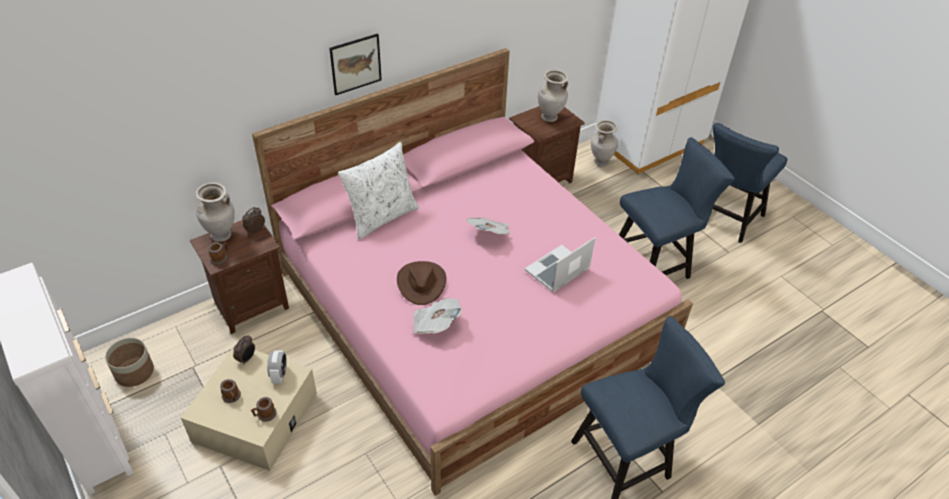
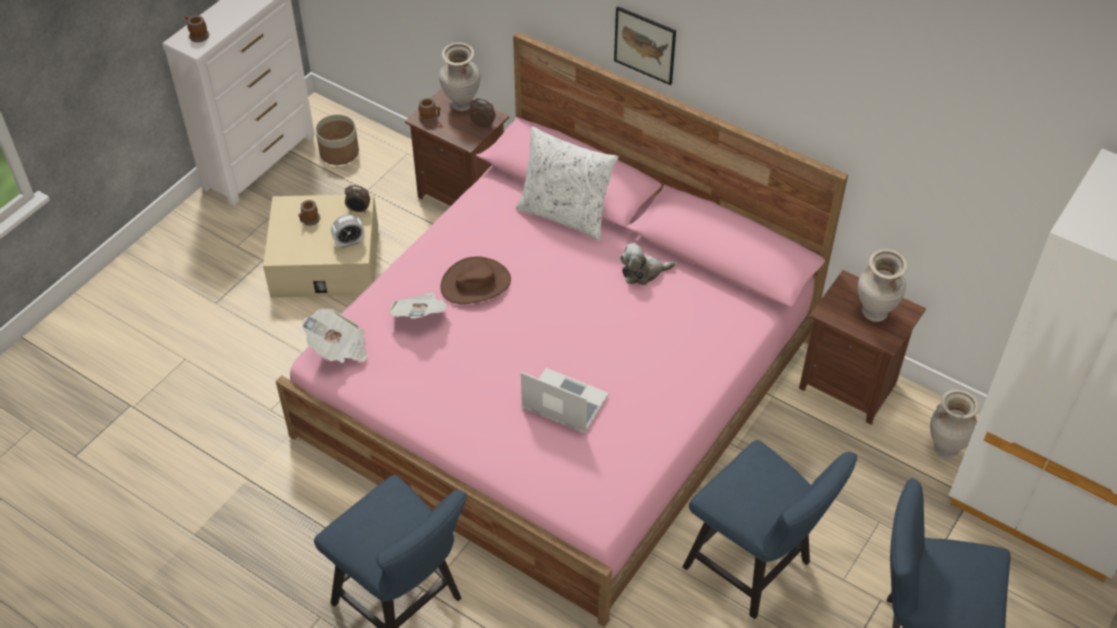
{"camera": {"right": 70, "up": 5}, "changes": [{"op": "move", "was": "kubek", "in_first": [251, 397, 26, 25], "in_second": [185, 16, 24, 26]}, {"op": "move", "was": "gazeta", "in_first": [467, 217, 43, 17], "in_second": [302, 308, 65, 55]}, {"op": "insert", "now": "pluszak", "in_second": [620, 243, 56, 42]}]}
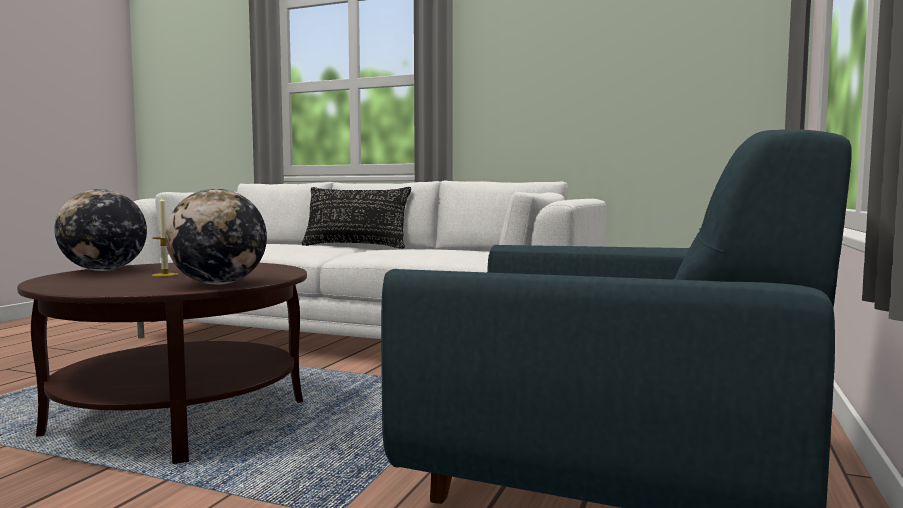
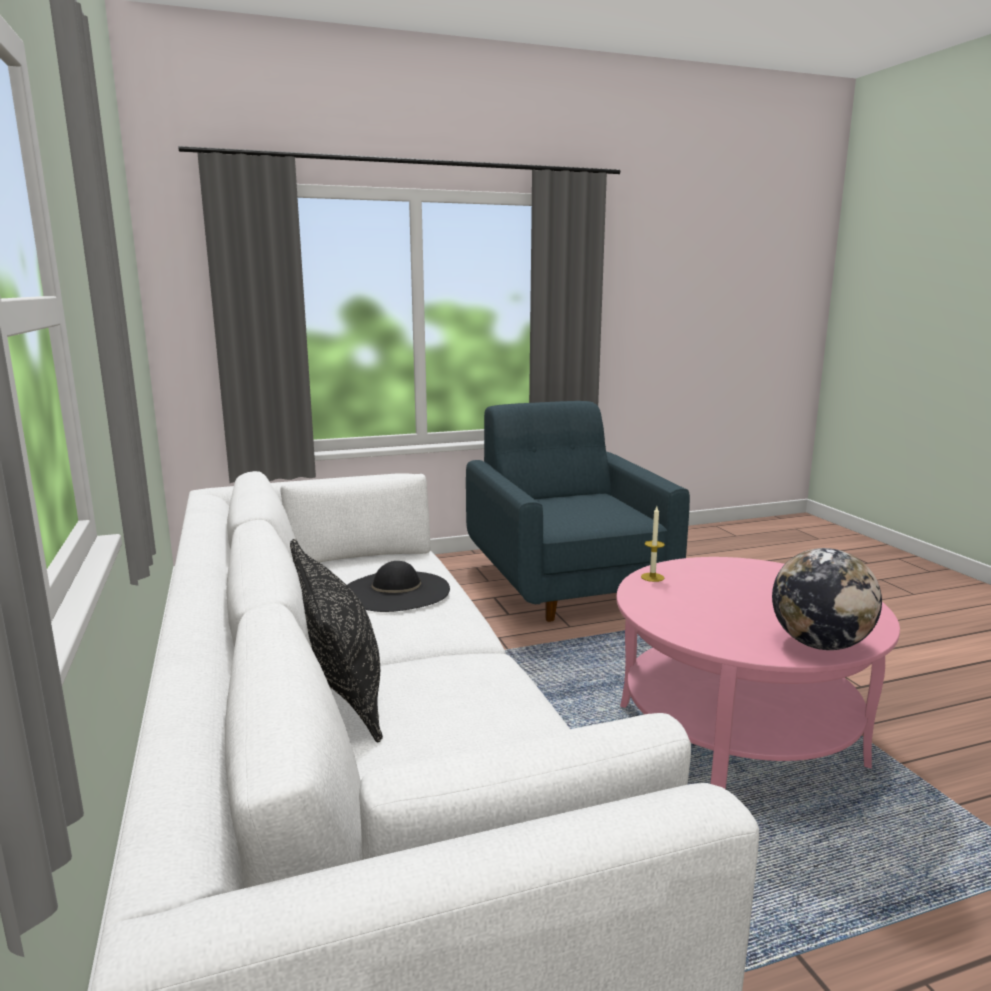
{"camera": {"right": -130, "up": 10}, "changes": [{"op": "recolor", "was": "ława (brązowy)", "now": "ława (różowy)", "in_first": [17, 263, 290, 201], "in_second": [616, 557, 284, 232]}, {"op": "move", "was": "świeca", "in_first": [152, 196, 27, 81], "in_second": [641, 506, 24, 76]}, {"op": "delete", "was": "globus", "in_first": [165, 189, 102, 96]}, {"op": "insert", "now": "kapelusz (czarny)", "in_second": [347, 561, 103, 51]}]}
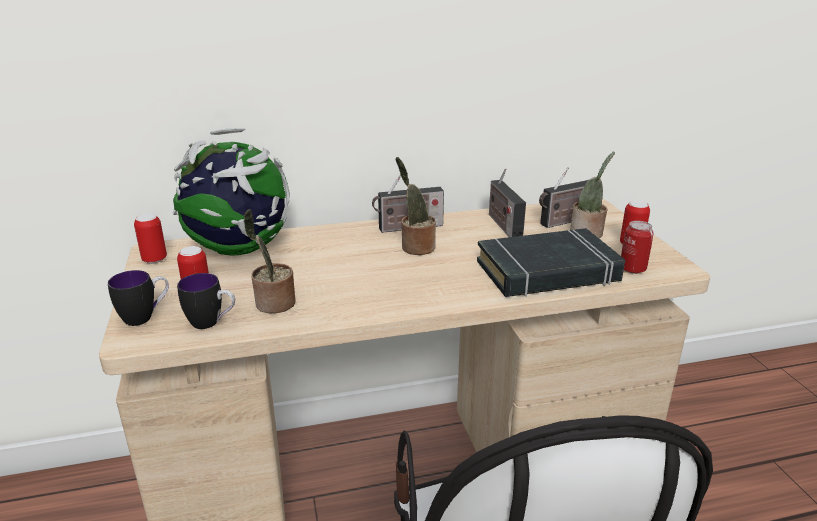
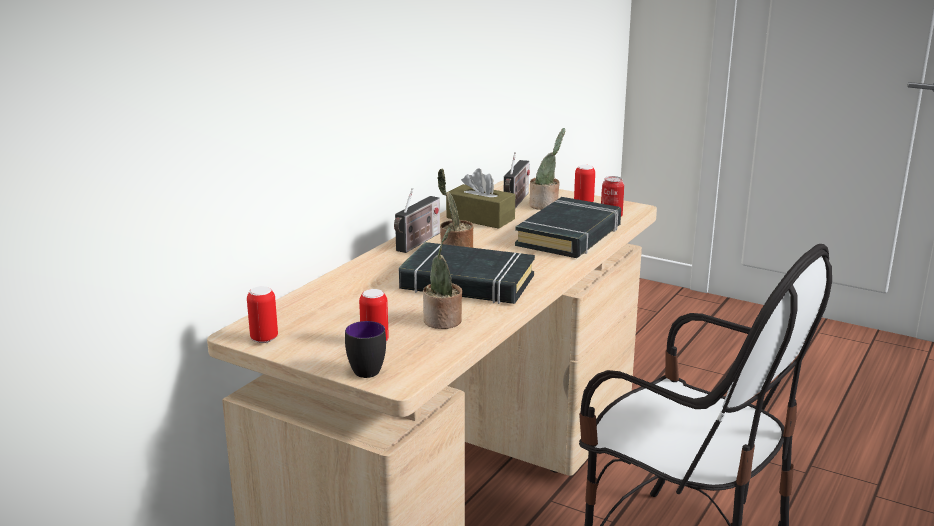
{"camera": {"right": -45, "up": -5}, "changes": [{"op": "delete", "was": "globus", "in_first": [172, 128, 118, 128]}, {"op": "delete", "was": "kubek", "in_first": [177, 273, 58, 56]}, {"op": "replace", "was": "radio", "now": "pudełko chusteczek (brązowy)", "in_first": [489, 168, 37, 69], "in_second": [446, 168, 69, 61]}, {"op": "insert", "now": "książka (czarny)", "in_second": [399, 242, 136, 62]}]}
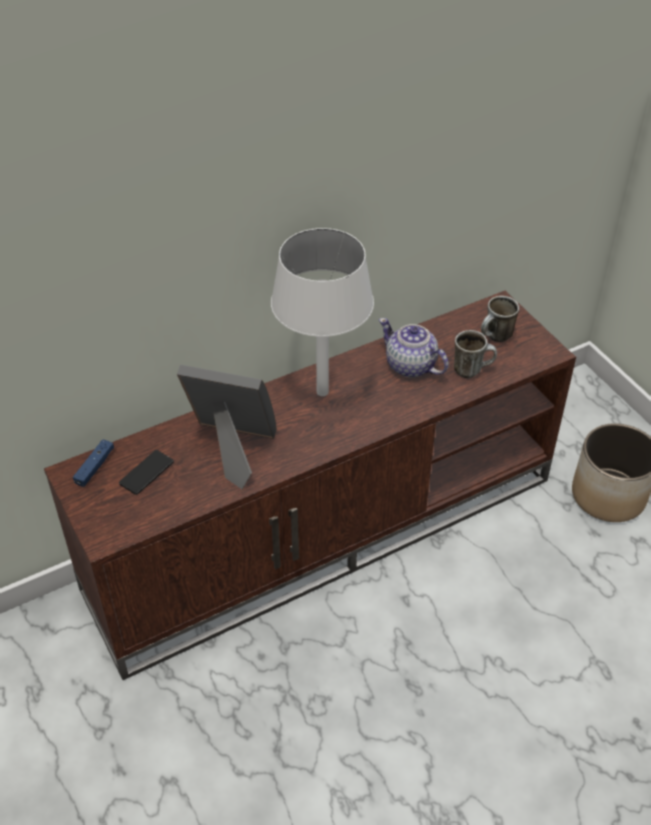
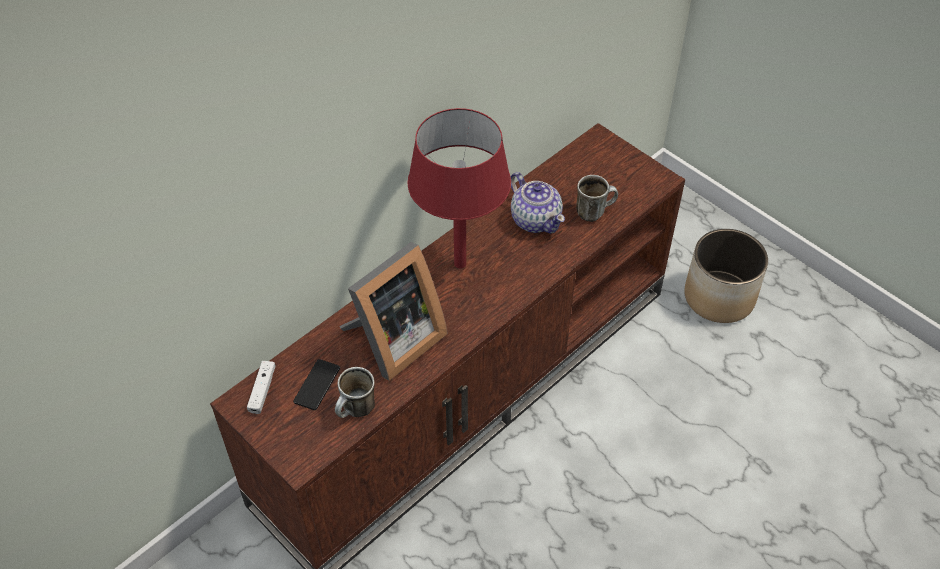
{"camera": {"right": -15, "up": 5}, "changes": [{"op": "recolor", "was": "pad do gier (niebieski)", "now": "pad do gier (biały)", "in_first": [73, 439, 41, 48], "in_second": [247, 361, 29, 53]}, {"op": "rotate", "was": "ramka na zdjęcie", "in_first": [177, 365, 100, 124], "in_second": [339, 242, 109, 139], "clockwise": 135}, {"op": "recolor", "was": "lampa stołowa (biały)", "now": "lampa stołowa (czerwony)", "in_first": [271, 228, 103, 168], "in_second": [407, 108, 104, 161]}, {"op": "rotate", "was": "imbryk", "in_first": [379, 318, 70, 59], "in_second": [511, 172, 54, 62], "clockwise": -150}, {"op": "move", "was": "kubek", "in_first": [481, 296, 38, 46], "in_second": [335, 367, 40, 51]}]}
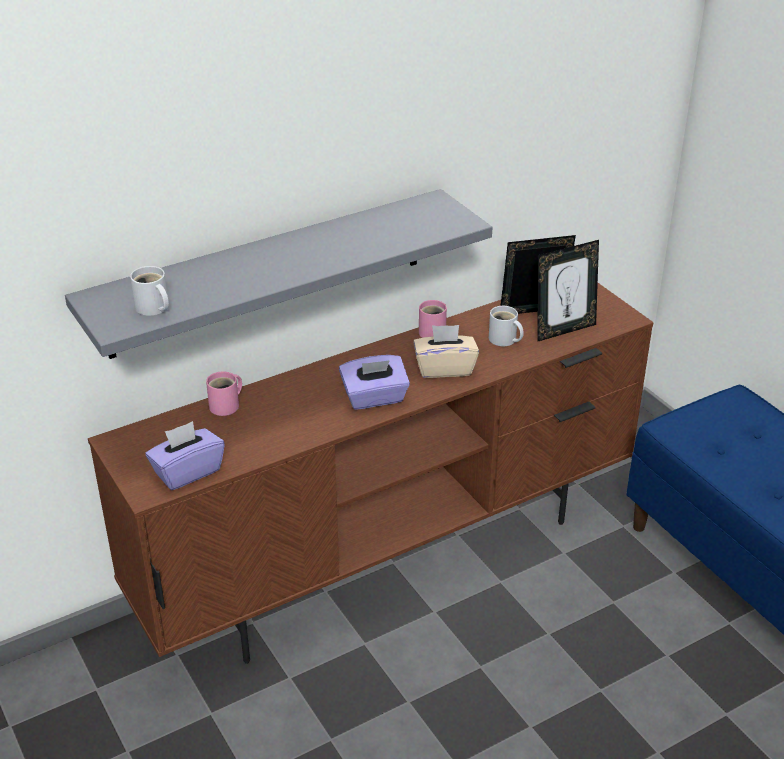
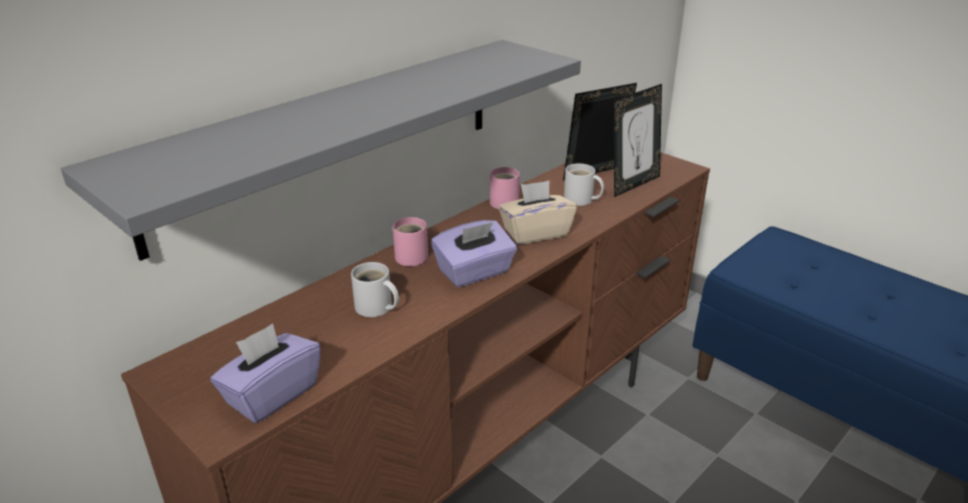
{"camera": {"right": -15, "up": -5}, "changes": [{"op": "move", "was": "kubek (biały)", "in_first": [130, 266, 39, 50], "in_second": [351, 262, 48, 55]}, {"op": "move", "was": "kubek (różowy)", "in_first": [206, 371, 36, 45], "in_second": [393, 217, 35, 49]}]}
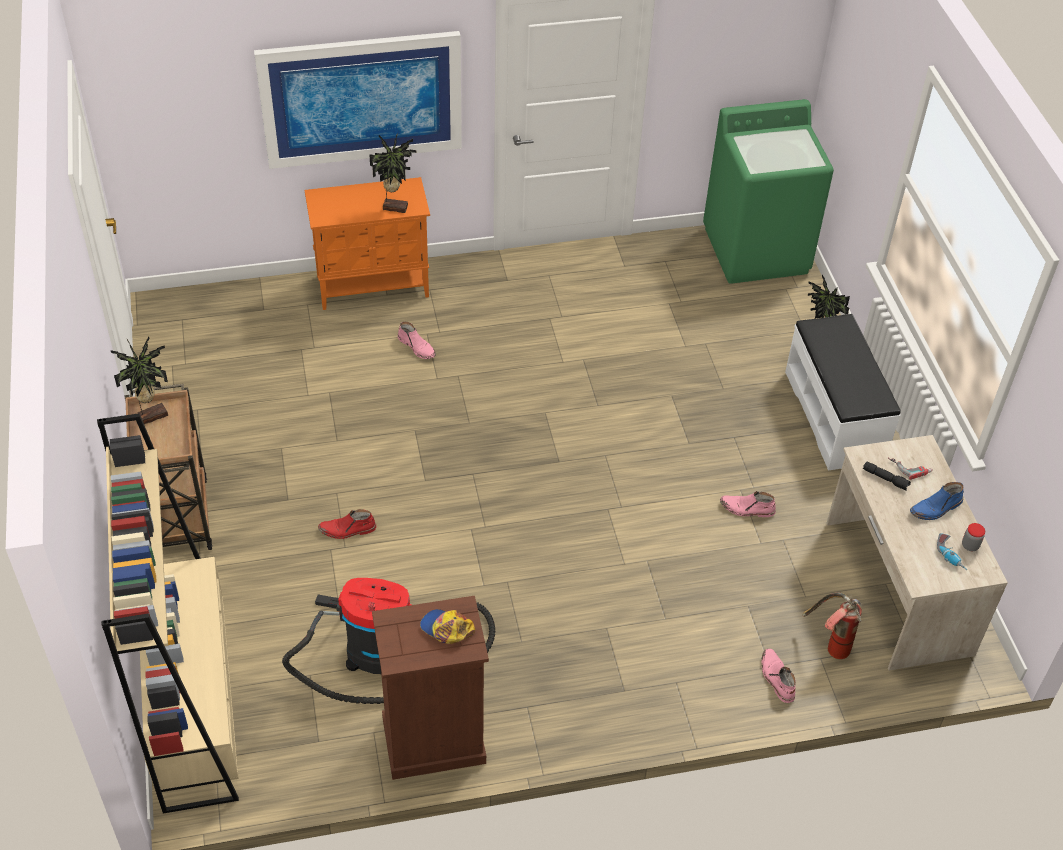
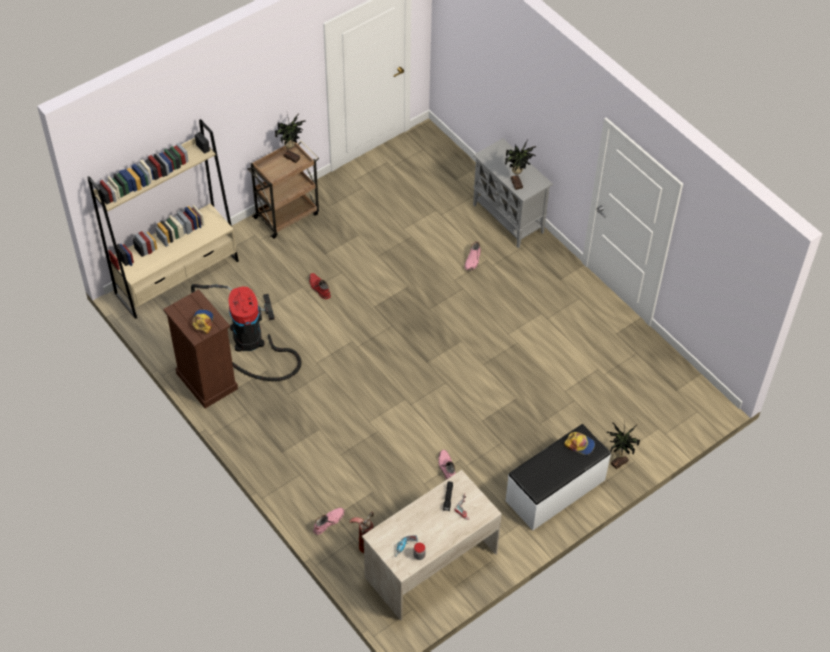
{"camera": {"right": 65, "up": 5}, "changes": [{"op": "delete", "was": "obraz", "in_first": [254, 31, 208, 138]}, {"op": "recolor", "was": "szafka (pomarańczowy)", "now": "szafka (szary)", "in_first": [305, 177, 125, 133], "in_second": [473, 138, 80, 110]}, {"op": "delete", "was": "pralka (zielony)", "in_first": [703, 99, 131, 185]}, {"op": "delete", "was": "but z cholewką (niebieski)", "in_first": [910, 482, 54, 38]}, {"op": "insert", "now": "czapka z daszkiem", "in_second": [564, 432, 31, 23]}]}
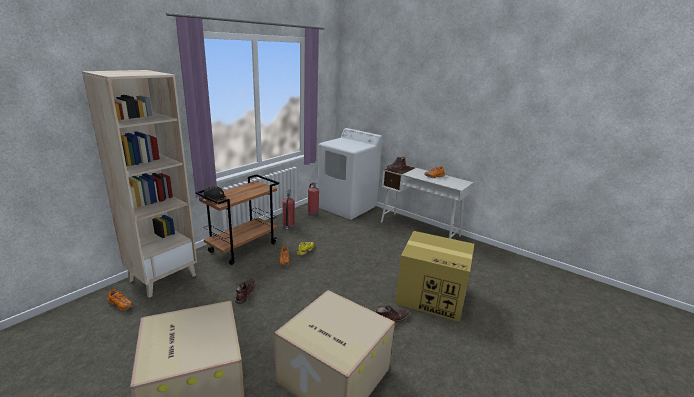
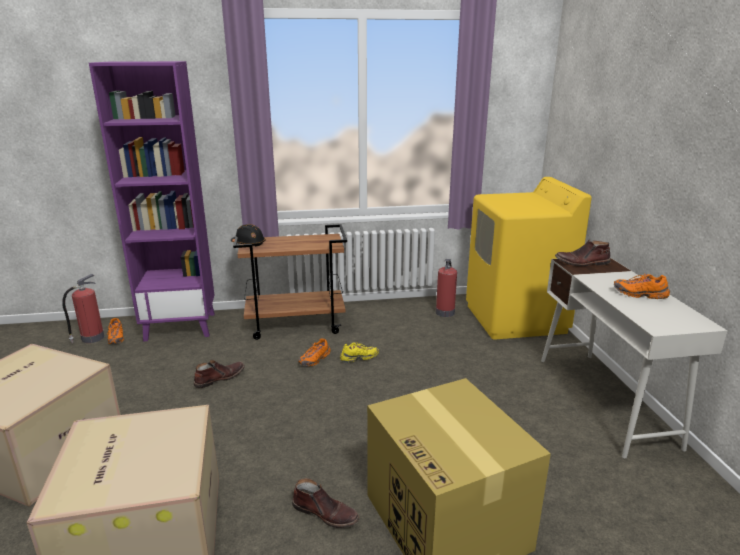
{"camera": {"right": 45, "up": 0}, "changes": [{"op": "recolor", "was": "regał (beżowy)", "now": "regał (fioletowy)", "in_first": [82, 70, 115, 228], "in_second": [89, 61, 126, 281]}, {"op": "move", "was": "gaśnica", "in_first": [282, 189, 13, 42], "in_second": [62, 274, 43, 69]}, {"op": "recolor", "was": "pralka (biały)", "now": "pralka (żółty)", "in_first": [318, 128, 64, 92], "in_second": [466, 177, 126, 163]}]}
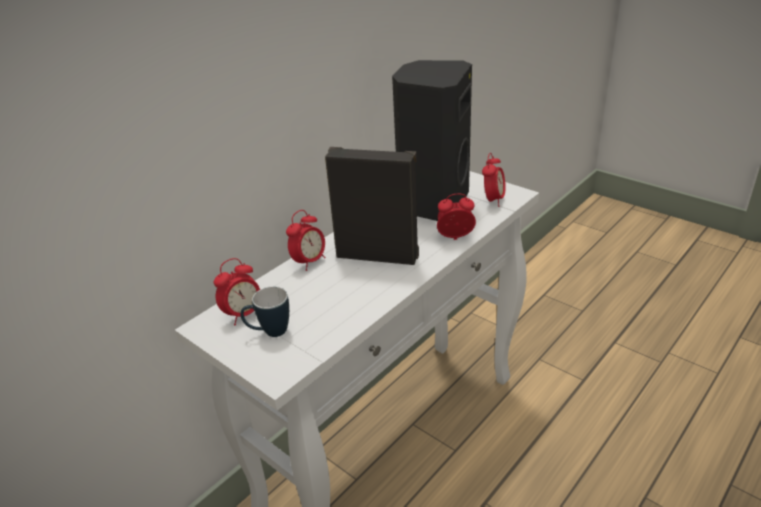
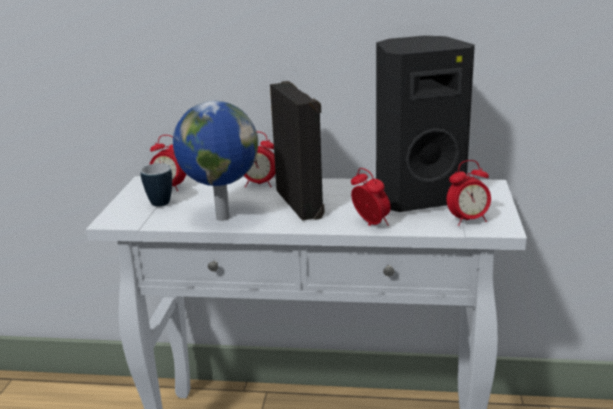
{"camera": {"right": 55, "up": -10}, "changes": [{"op": "insert", "now": "globus", "in_second": [173, 101, 85, 120]}]}
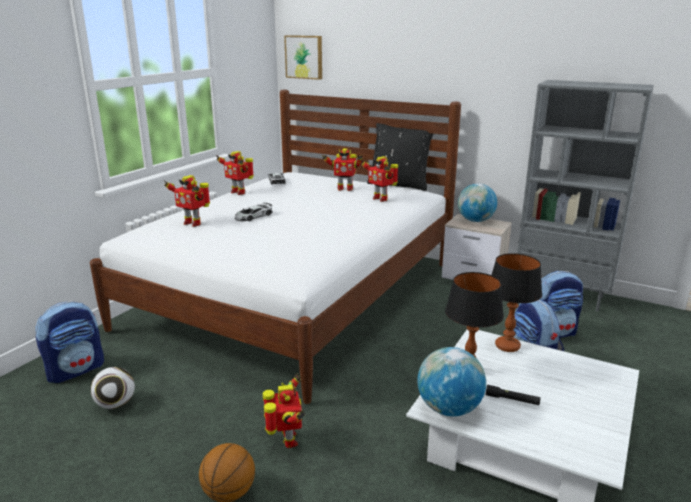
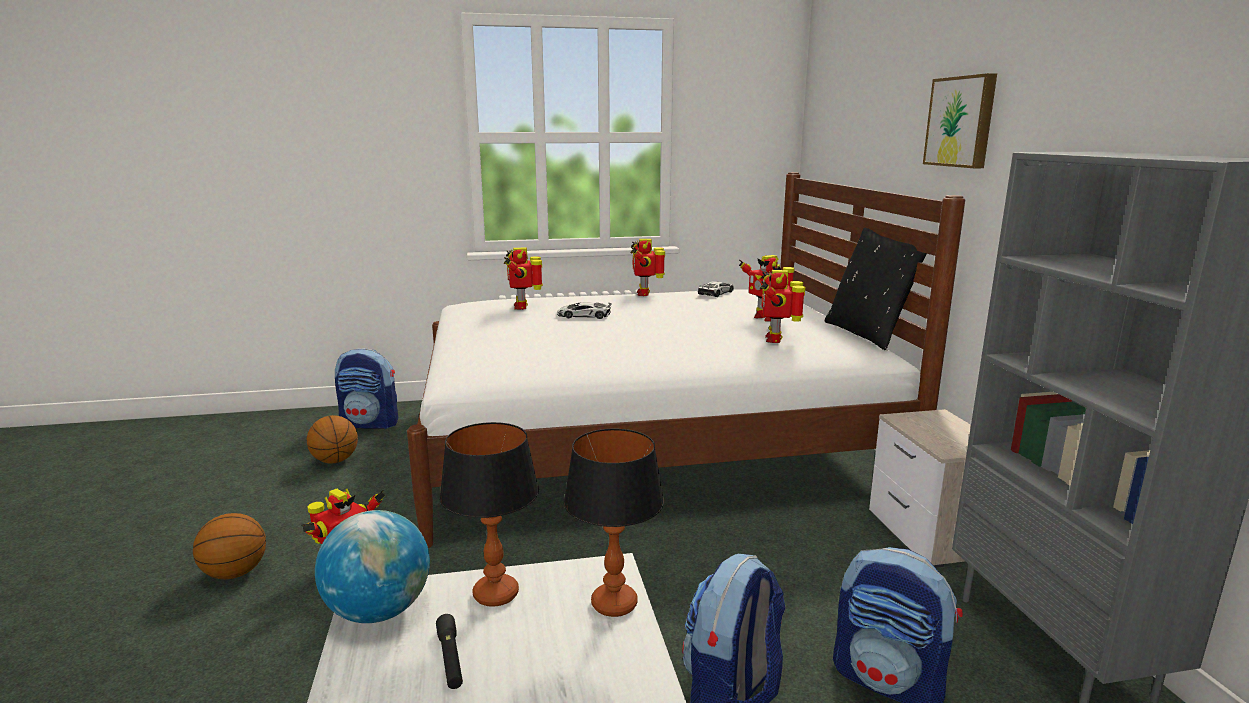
{"camera": {"right": 50, "up": -5}, "changes": [{"op": "replace", "was": "piłka futbolowa", "now": "piłka do koszykówki", "in_first": [90, 367, 45, 42], "in_second": [307, 415, 51, 49]}, {"op": "move", "was": "obraz", "in_first": [284, 35, 38, 45], "in_second": [923, 73, 74, 95]}, {"op": "delete", "was": "globus", "in_first": [458, 183, 39, 39]}]}
